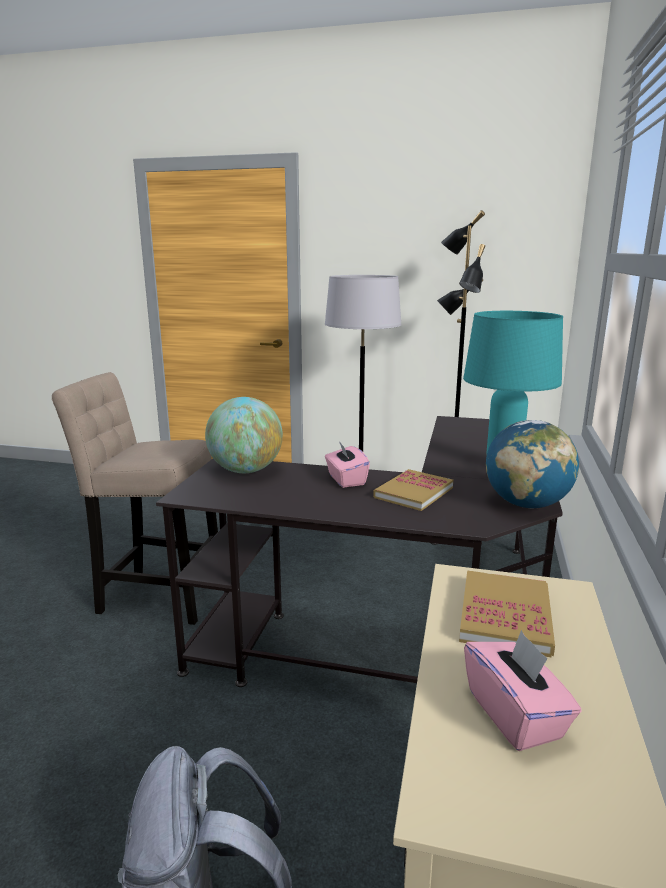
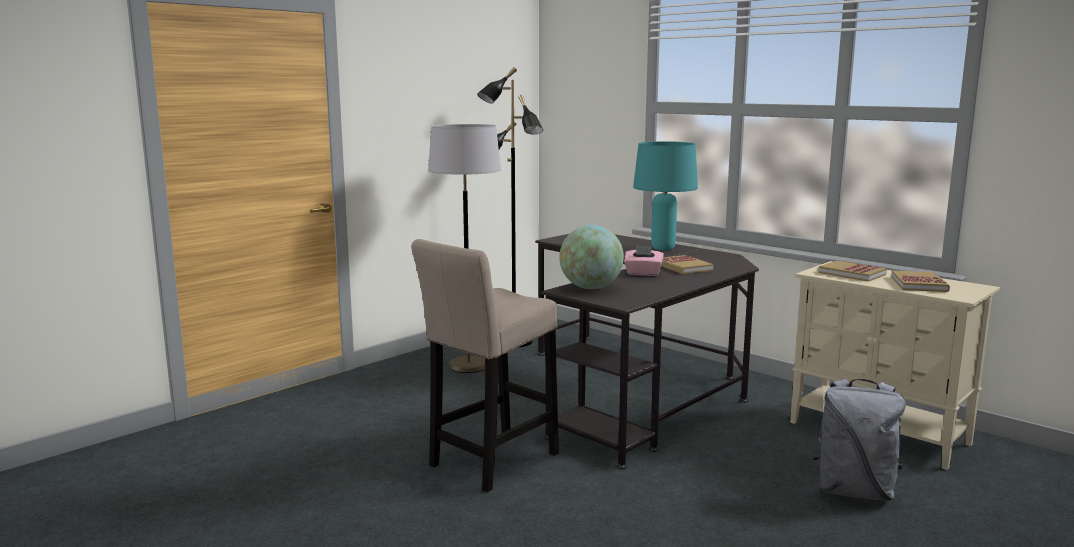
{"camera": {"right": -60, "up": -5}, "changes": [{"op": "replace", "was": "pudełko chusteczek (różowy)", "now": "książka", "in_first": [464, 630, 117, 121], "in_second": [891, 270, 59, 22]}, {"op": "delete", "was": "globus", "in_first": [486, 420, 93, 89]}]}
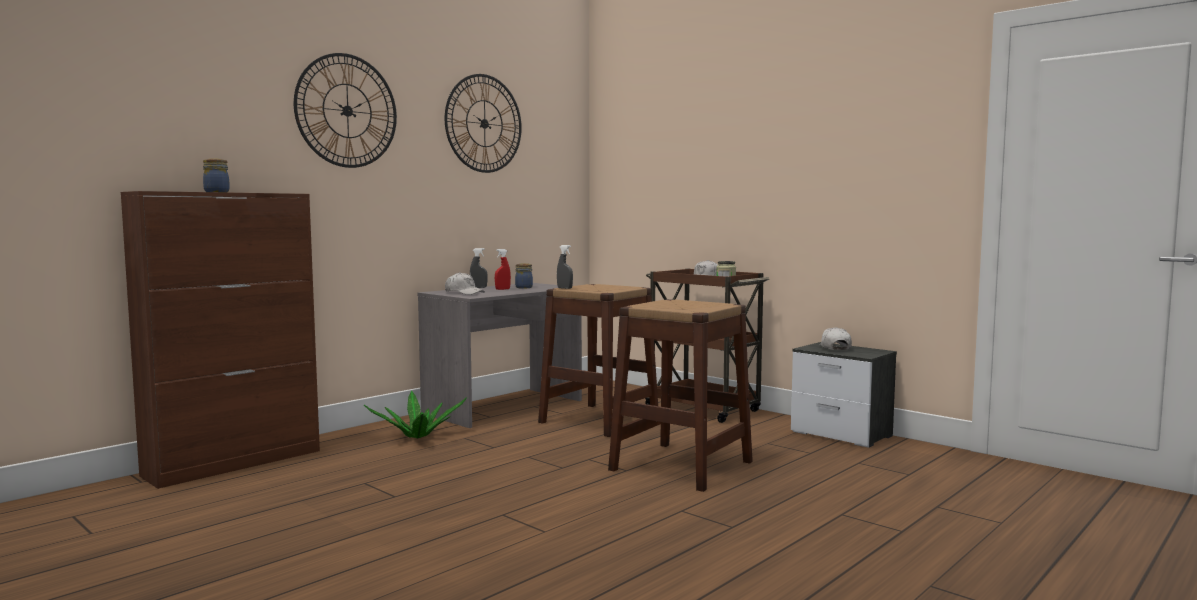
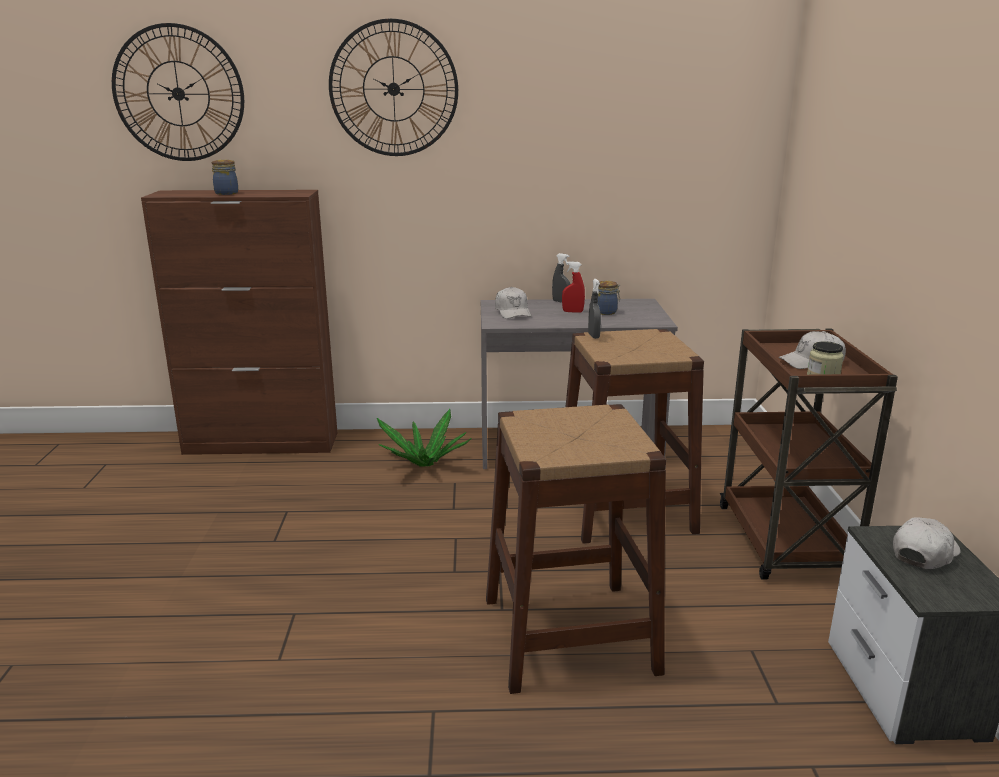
{"camera": {"right": 45, "up": 15}, "changes": [{"op": "move", "was": "zegar ścienny", "in_first": [445, 74, 77, 99], "in_second": [112, 23, 132, 138]}]}
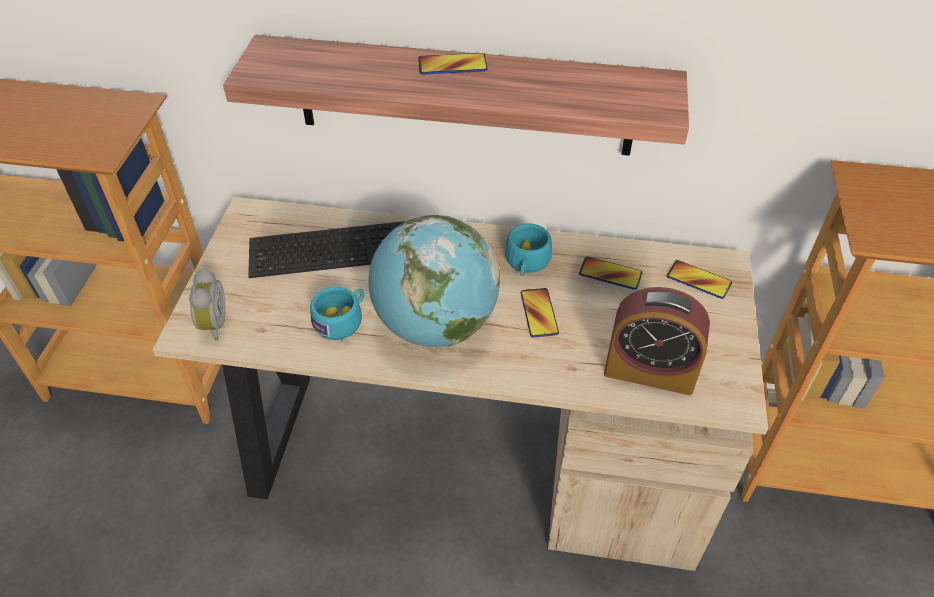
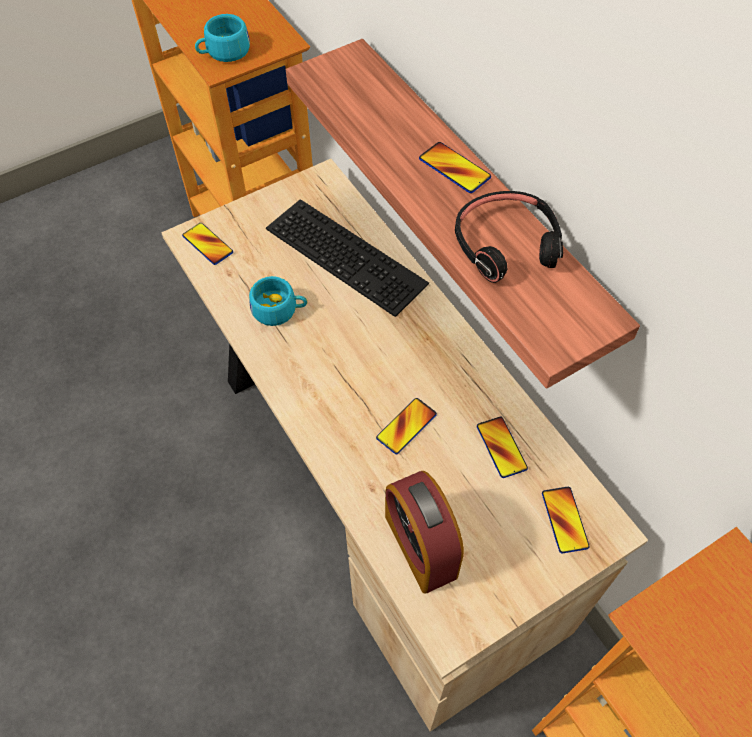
{"camera": {"right": 50, "up": 10}, "changes": [{"op": "replace", "was": "budzik", "now": "telefon", "in_first": [189, 269, 37, 71], "in_second": [182, 223, 51, 42]}, {"op": "delete", "was": "globus", "in_first": [368, 215, 132, 132]}, {"op": "move", "was": "filiżanka (turkusowy)", "in_first": [505, 223, 47, 53], "in_second": [195, 14, 55, 48]}, {"op": "insert", "now": "słuchawki (czarny)", "in_second": [455, 191, 108, 92]}]}
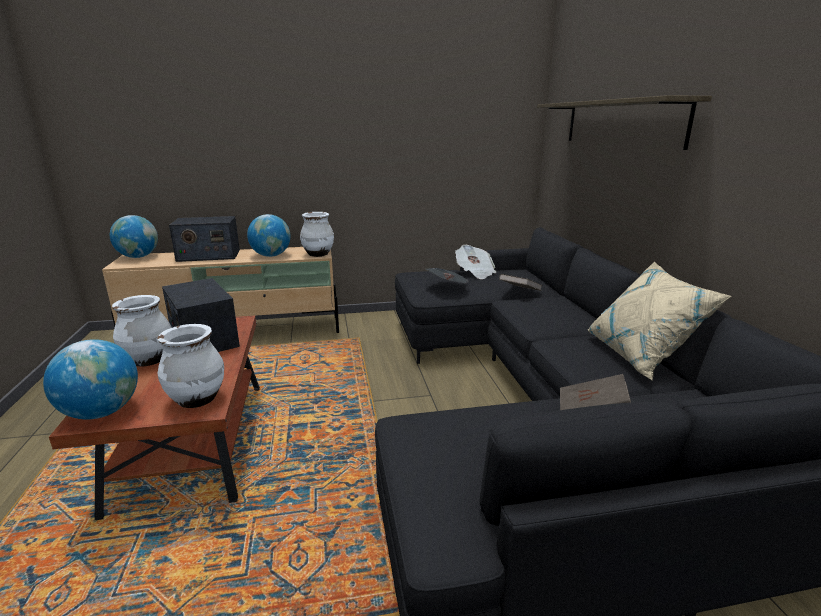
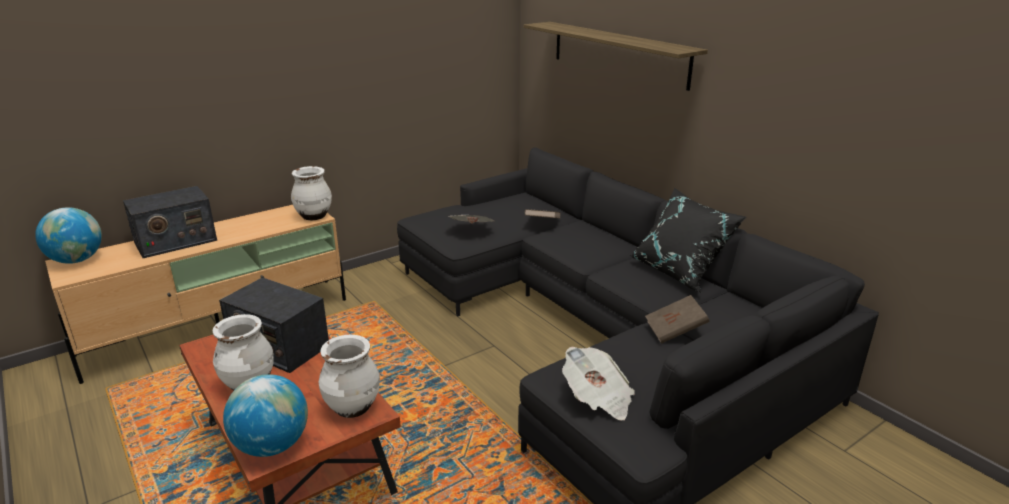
{"camera": {"right": -25, "up": 5}, "changes": [{"op": "delete", "was": "globus", "in_first": [247, 214, 44, 43]}, {"op": "move", "was": "gazeta", "in_first": [455, 245, 41, 34], "in_second": [562, 347, 73, 74]}, {"op": "recolor", "was": "poduszka (beżowy)", "now": "poduszka (czarny)", "in_first": [588, 262, 144, 119], "in_second": [630, 188, 117, 105]}]}
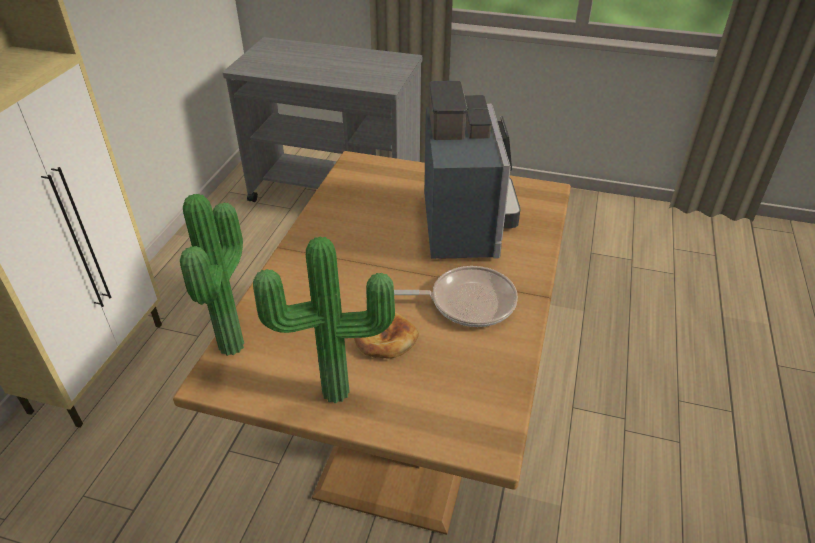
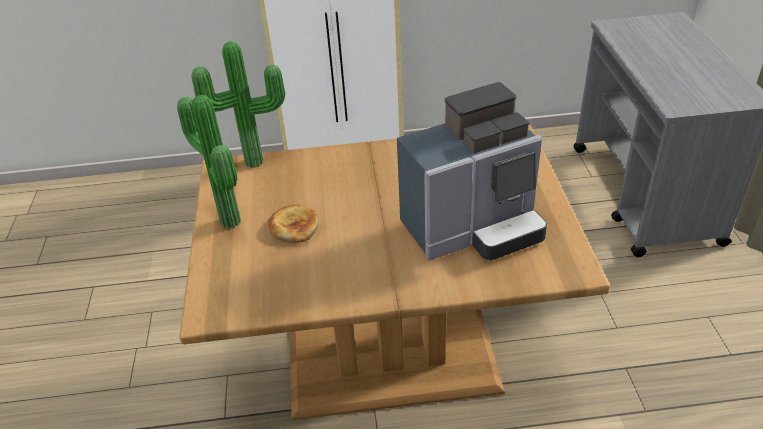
{"camera": {"right": 70, "up": 0}, "changes": [{"op": "delete", "was": "patelnia", "in_first": [394, 266, 124, 61]}]}
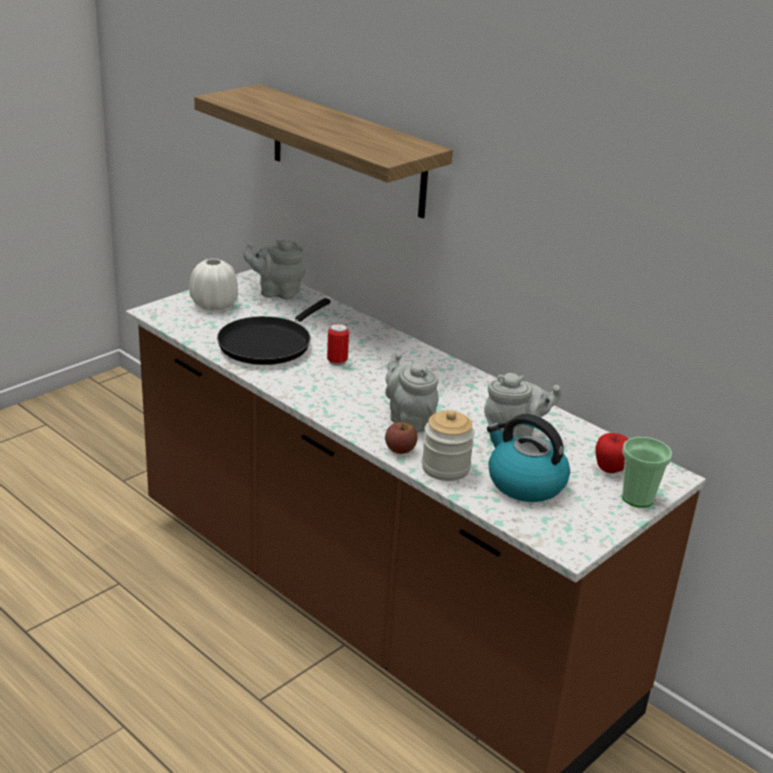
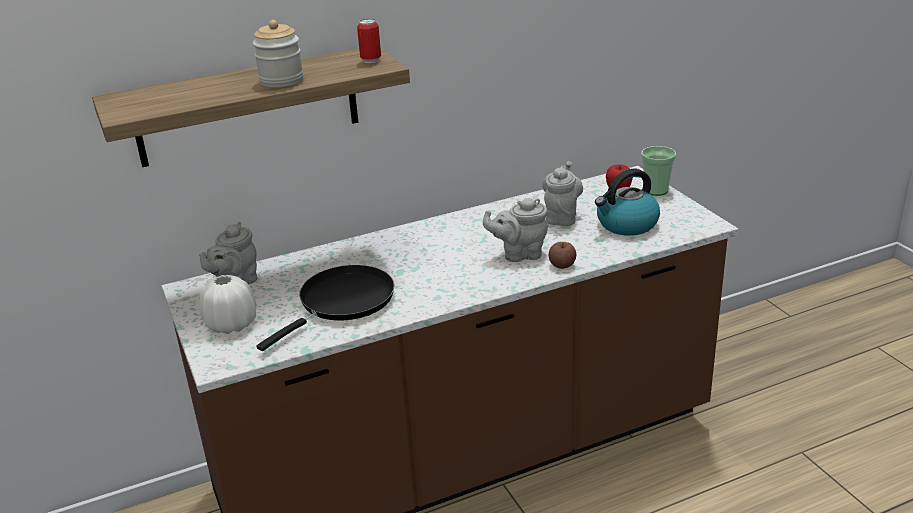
{"camera": {"right": -65, "up": 0}, "changes": [{"op": "rotate", "was": "patelnia (czarny)", "in_first": [217, 298, 114, 67], "in_second": [257, 265, 138, 86], "clockwise": -105}, {"op": "move", "was": "puszka", "in_first": [327, 323, 22, 43], "in_second": [357, 19, 24, 44]}, {"op": "move", "was": "słoik", "in_first": [422, 410, 53, 71], "in_second": [253, 20, 51, 67]}]}
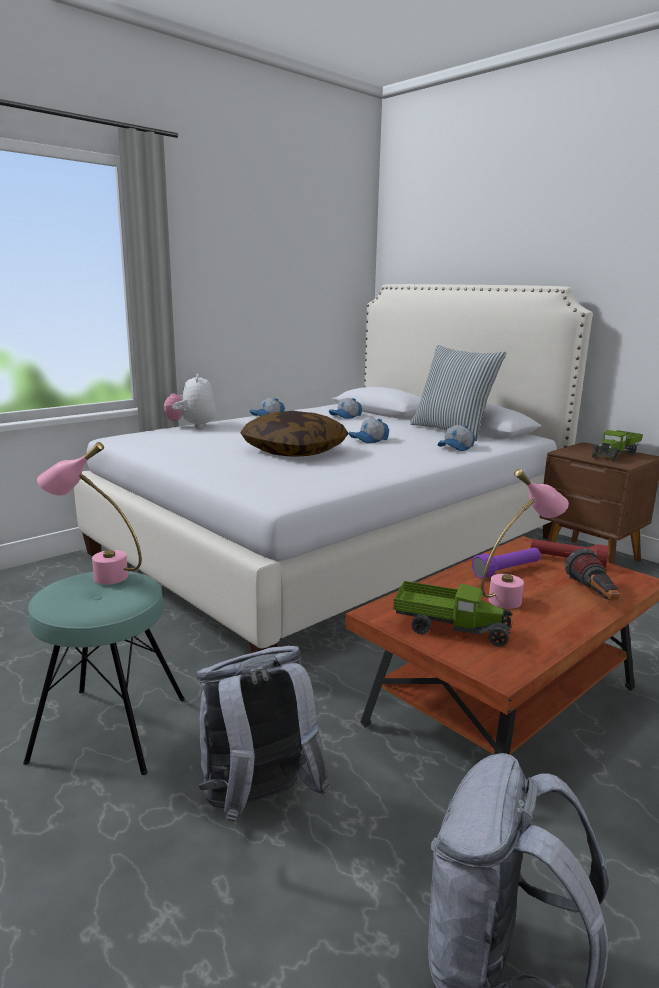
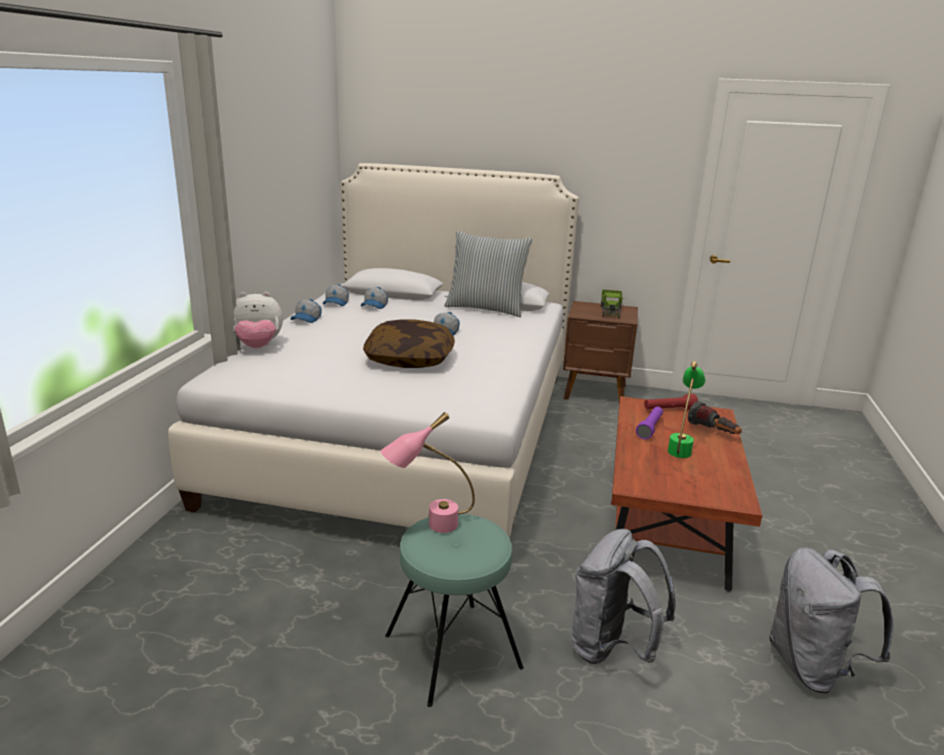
{"camera": {"right": -35, "up": 5}, "changes": [{"op": "rotate", "was": "pluszak", "in_first": [164, 374, 52, 54], "in_second": [233, 292, 50, 56], "clockwise": -60}, {"op": "delete", "was": "ciężarówka zabawkowa", "in_first": [393, 581, 120, 66]}, {"op": "move", "was": "czapka z daszkiem", "in_first": [438, 425, 37, 26], "in_second": [323, 284, 26, 22]}, {"op": "recolor", "was": "lampa stołowa (różowy)", "now": "lampa stołowa (zielony)", "in_first": [481, 469, 88, 140], "in_second": [668, 361, 38, 97]}]}
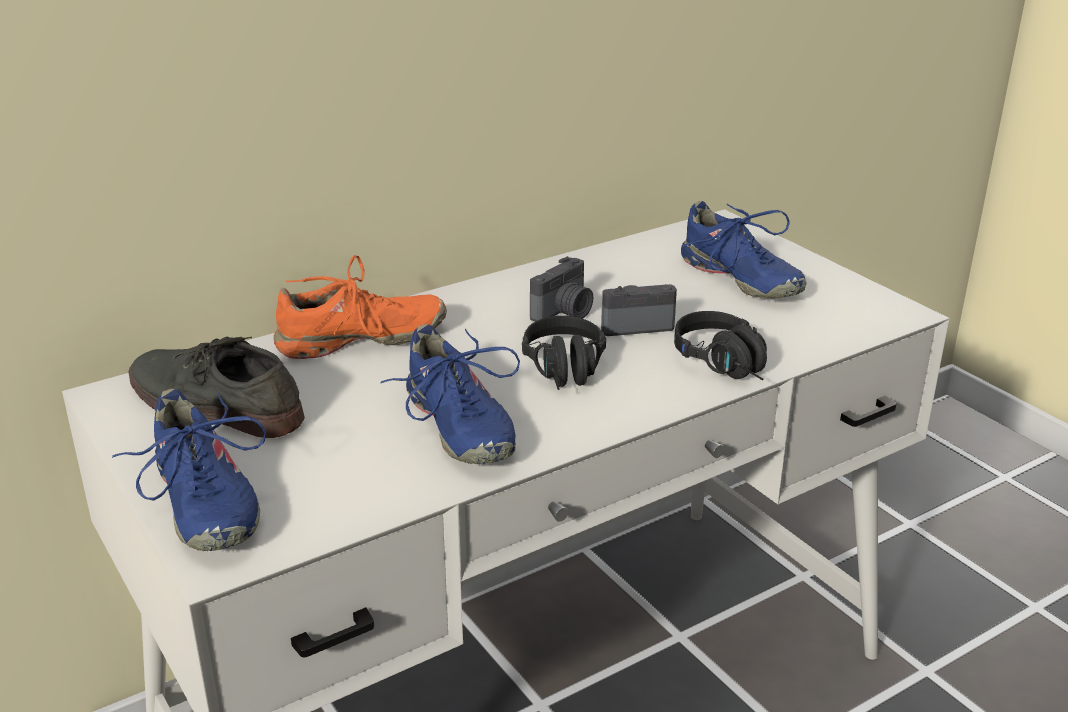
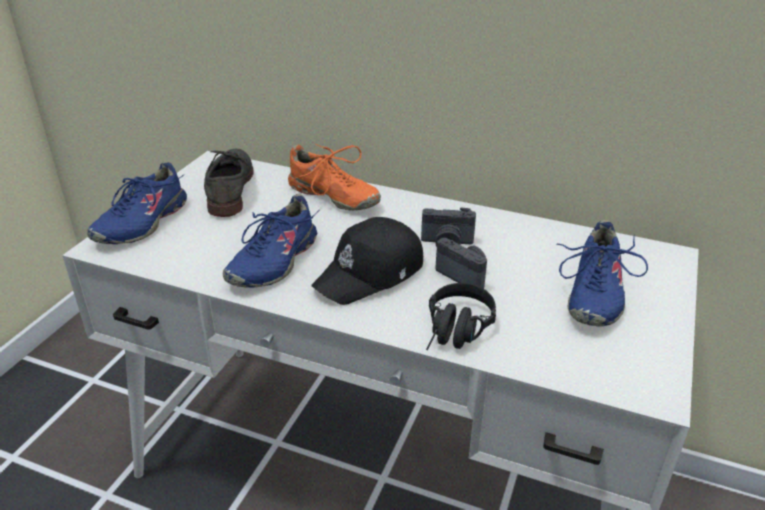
{"camera": {"right": 55, "up": 5}, "changes": [{"op": "replace", "was": "słuchawki (czarny)", "now": "czapka z daszkiem (czarny)", "in_first": [522, 316, 84, 74], "in_second": [311, 217, 112, 88]}]}
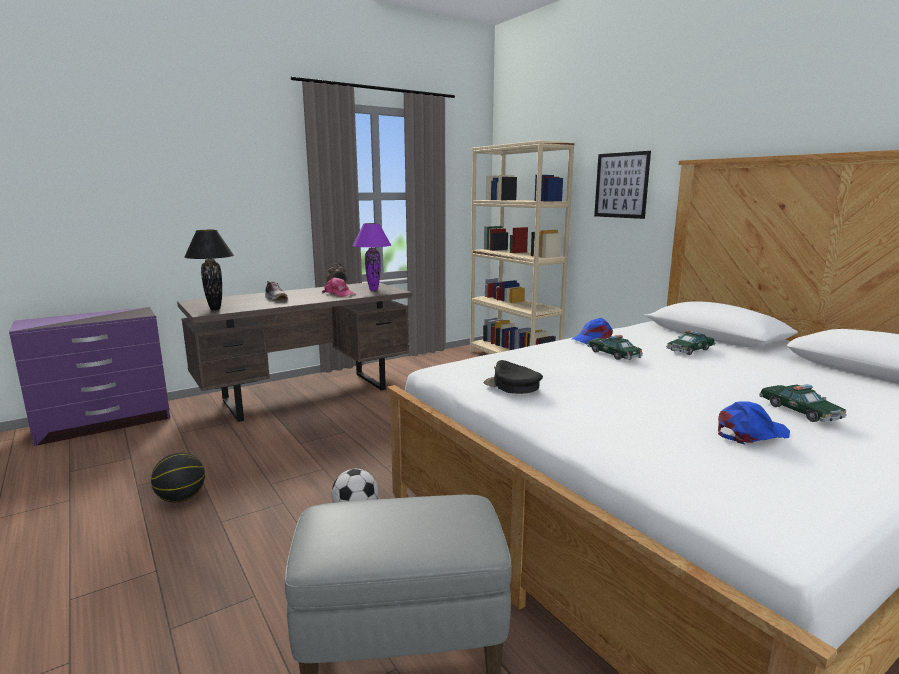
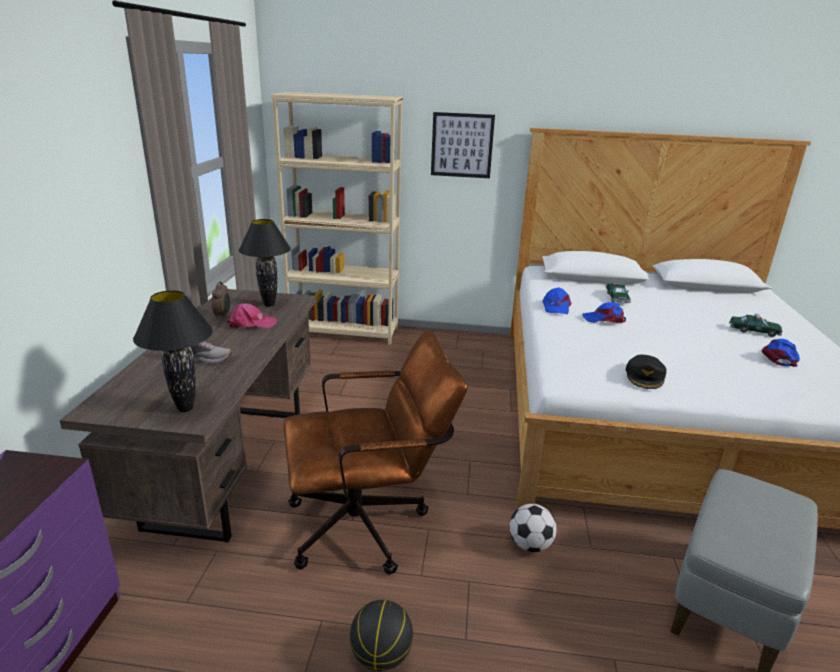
{"camera": {"right": -50, "up": 10}, "changes": [{"op": "recolor", "was": "lampa stołowa (fioletowy)", "now": "lampa stołowa (czarny)", "in_first": [353, 223, 38, 68], "in_second": [239, 219, 52, 88]}, {"op": "rotate", "was": "czapka z daszkiem (czarny)", "in_first": [484, 360, 59, 34], "in_second": [626, 355, 40, 34], "clockwise": -60}, {"op": "replace", "was": "samochodzik", "now": "czapka z daszkiem (niebieski)", "in_first": [587, 335, 56, 25], "in_second": [582, 302, 44, 21]}, {"op": "insert", "now": "krzesło biurowe (brązowy)", "in_second": [283, 330, 185, 245]}]}
